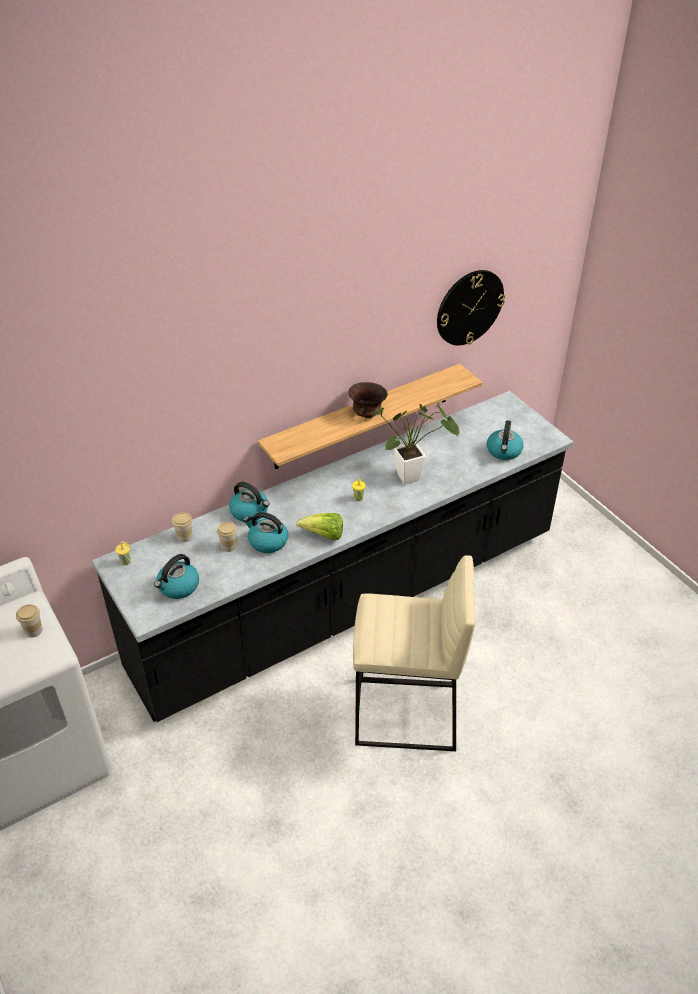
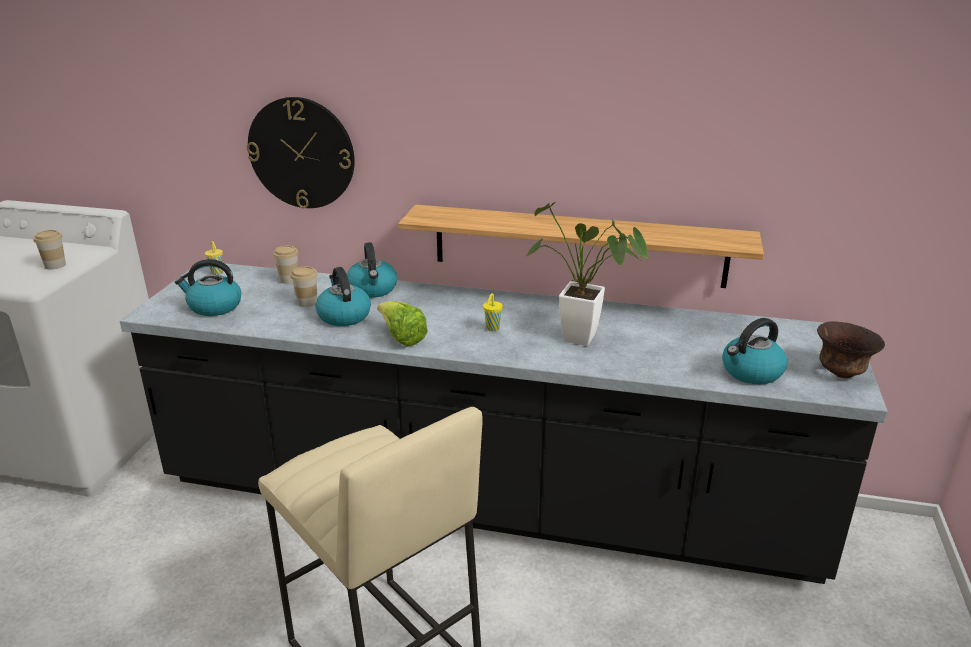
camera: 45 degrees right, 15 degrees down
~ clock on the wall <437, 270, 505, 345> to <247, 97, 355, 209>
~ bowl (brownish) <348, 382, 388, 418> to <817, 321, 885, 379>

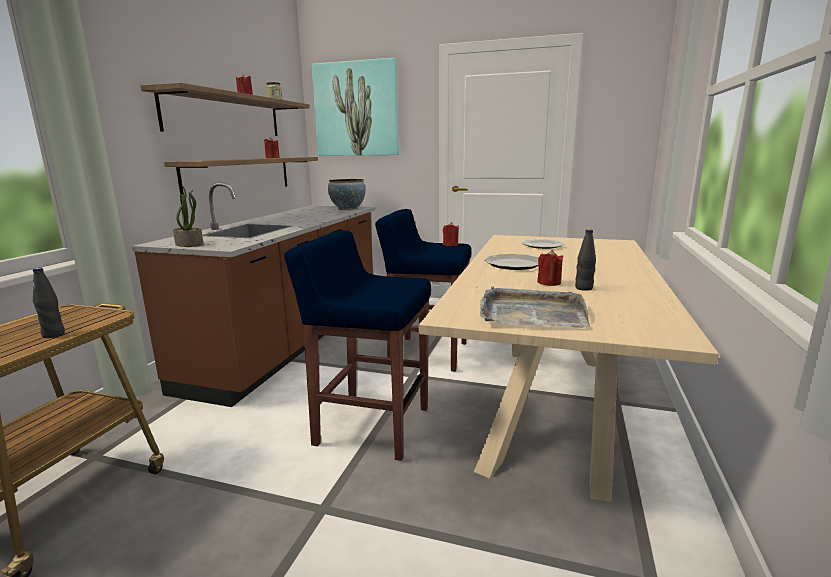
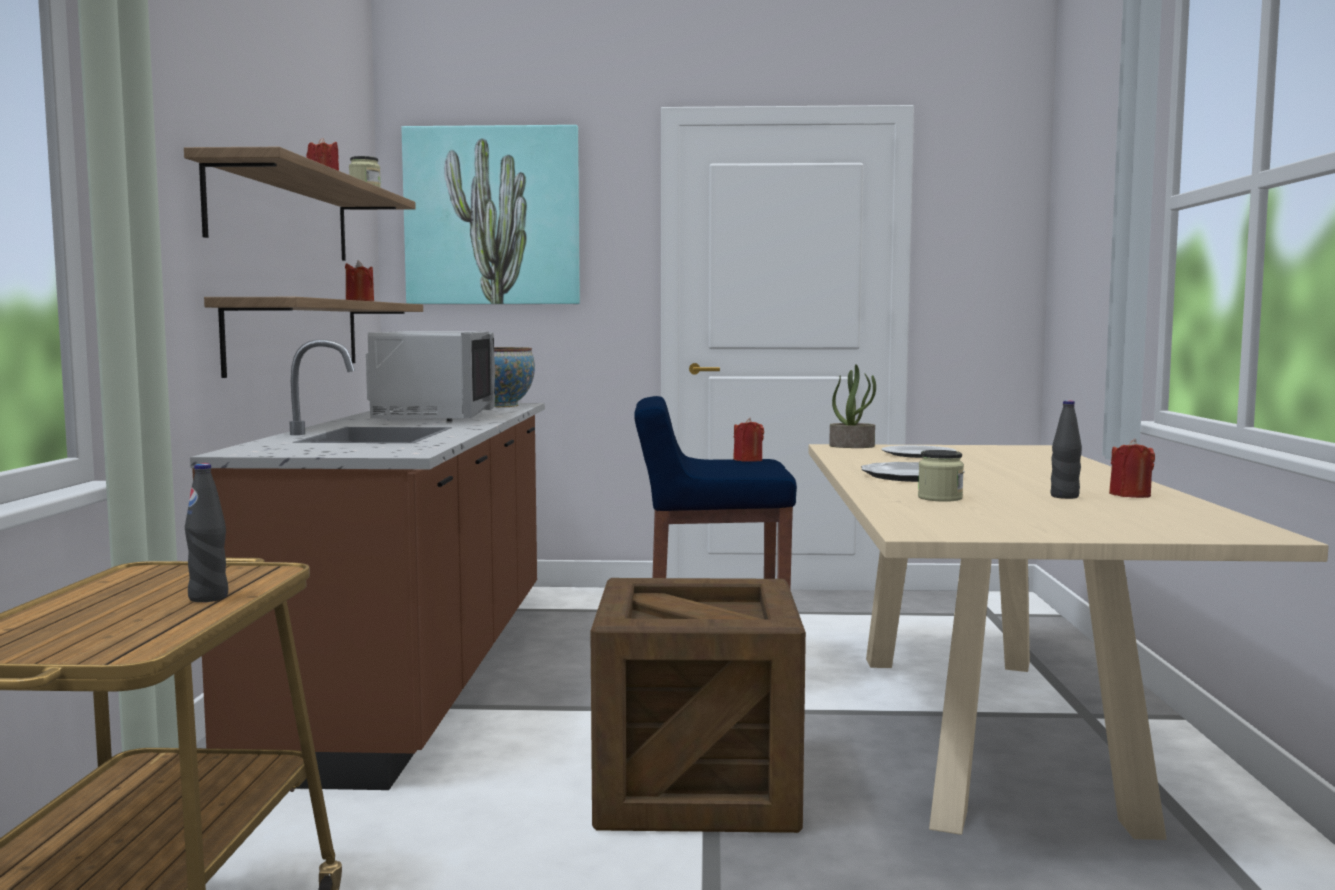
camera: 15 degrees left, 10 degrees down
~ plant in a pot <173, 186, 204, 247> to <829, 364, 876, 448>
~ sitting stool (bluish) <284, 230, 431, 461> to crate <590, 578, 806, 833>
~ candle (red) <537, 250, 564, 286> to <1109, 439, 1155, 498>
- carrying tray (greyish) <480, 286, 590, 328>
+ kitchen microwave (greyish) <366, 331, 495, 422>
+ jar <918, 450, 964, 502>

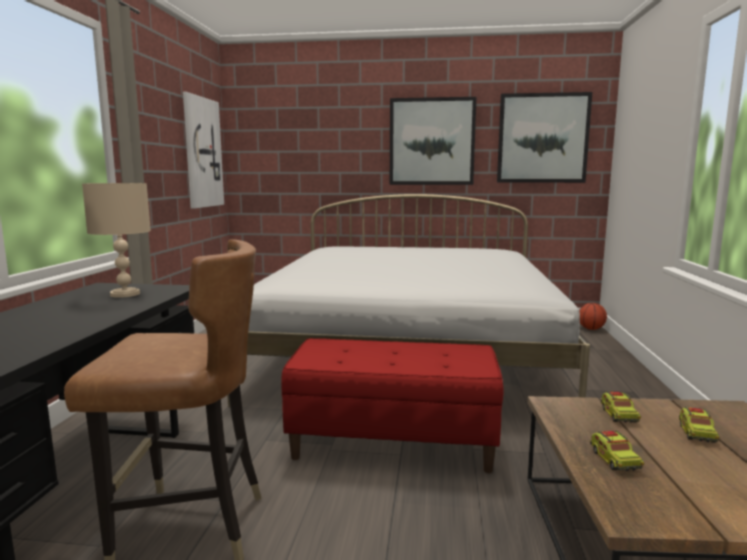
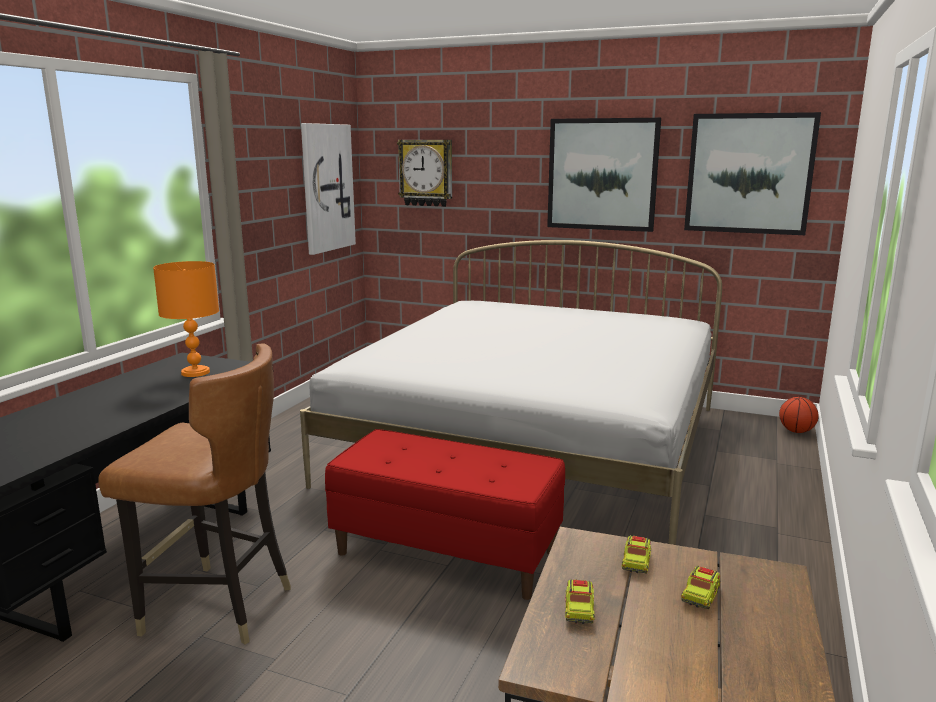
camera: 15 degrees right, 5 degrees up
~ tabletop lamp (beige) <82, 183, 151, 298> to tabletop lamp (orange-coloured) <153, 261, 219, 377>
+ clock on the wall <397, 140, 452, 207>

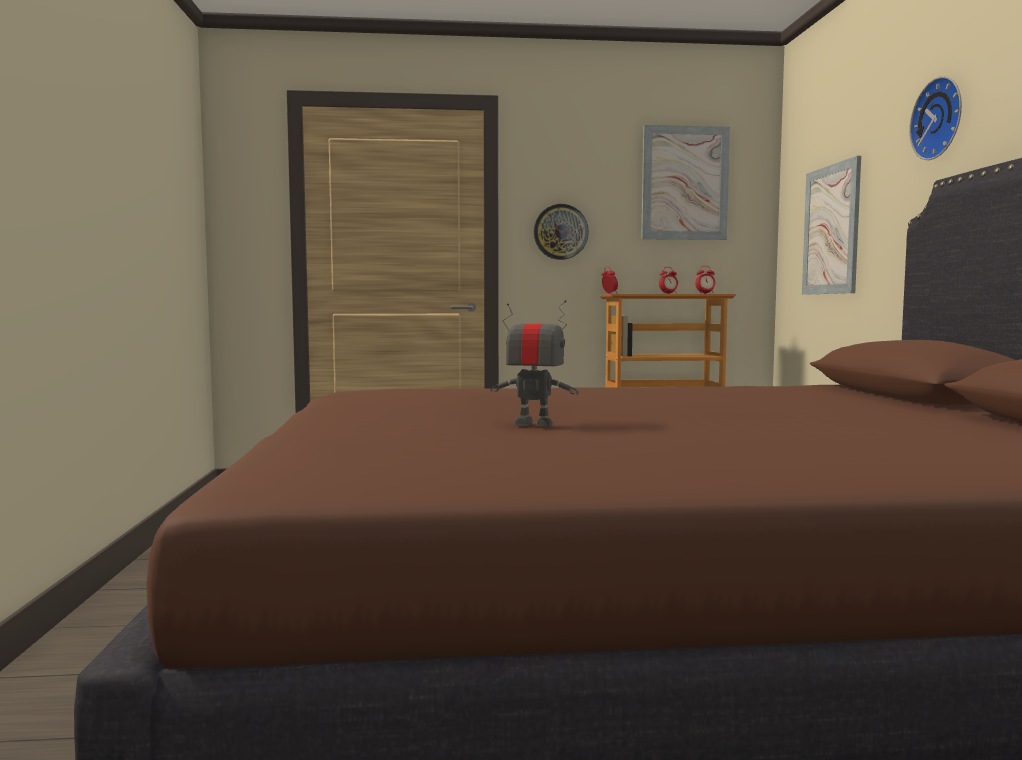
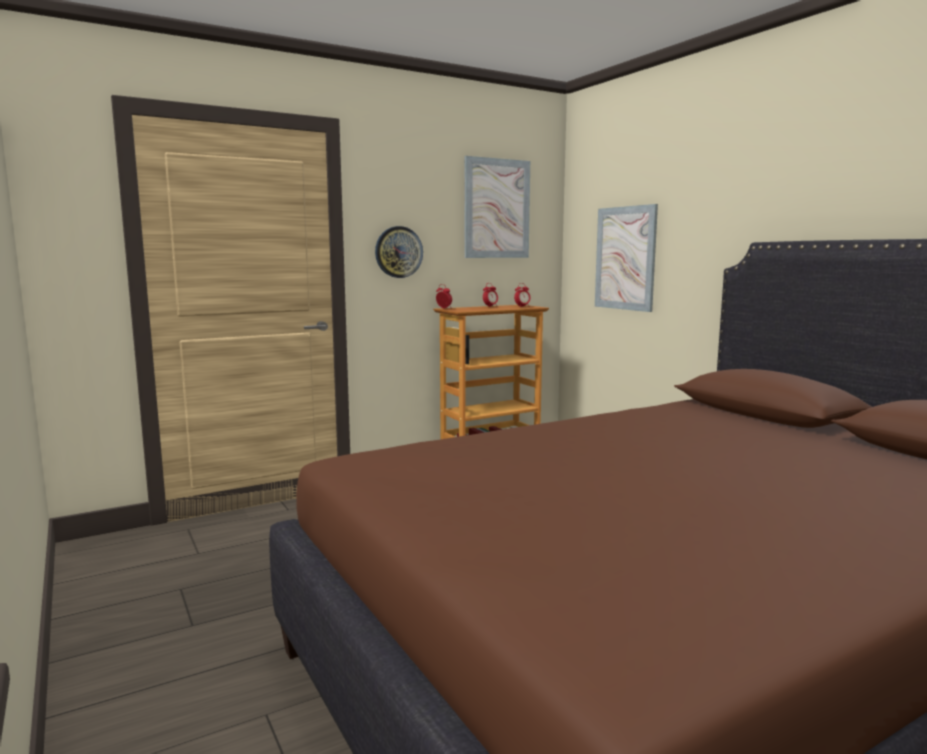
camera: 25 degrees left, 5 degrees up
- clock on the wall <909, 76, 962, 160>
- robot figure <490, 300, 579, 426>

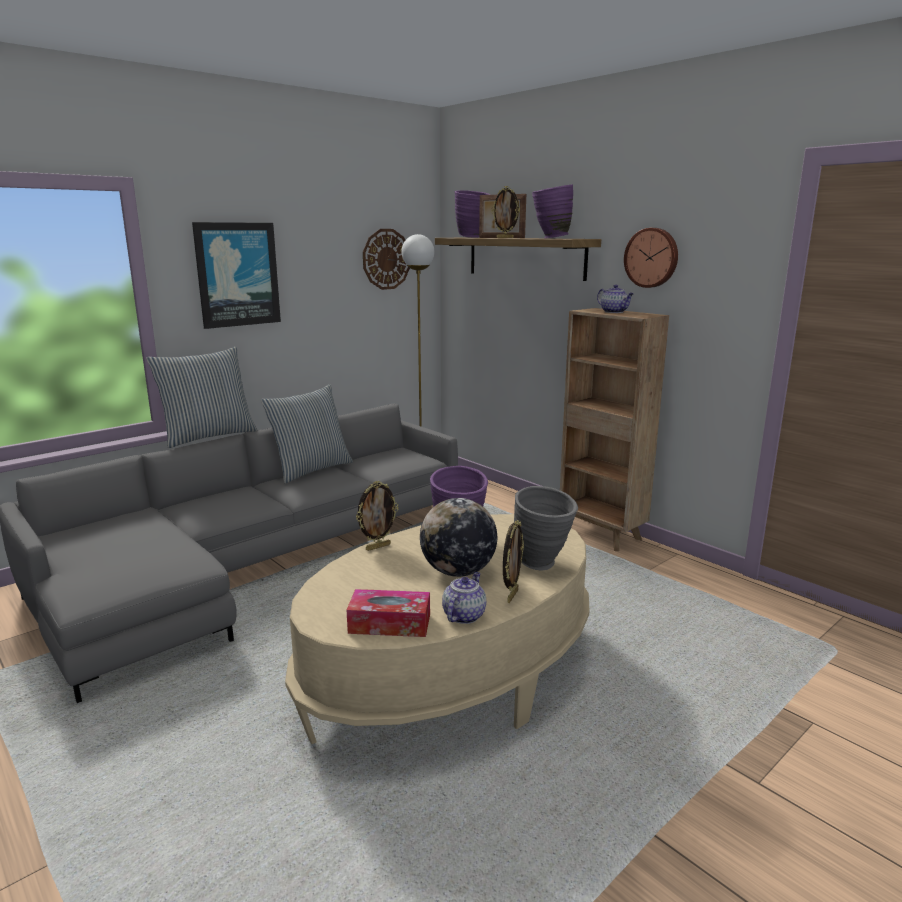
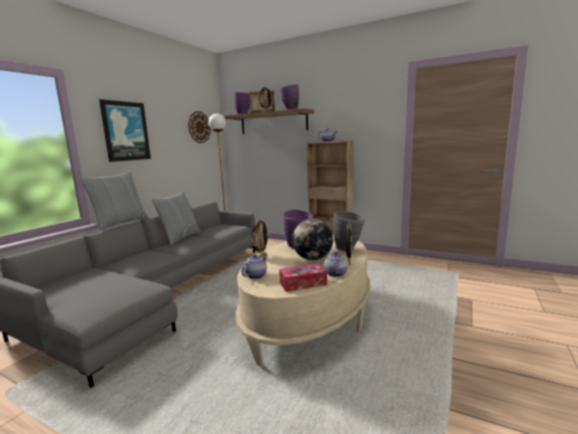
camera: 20 degrees left, 5 degrees down
- clock on the wall <624, 228, 678, 288>
+ teapot <241, 254, 267, 279>

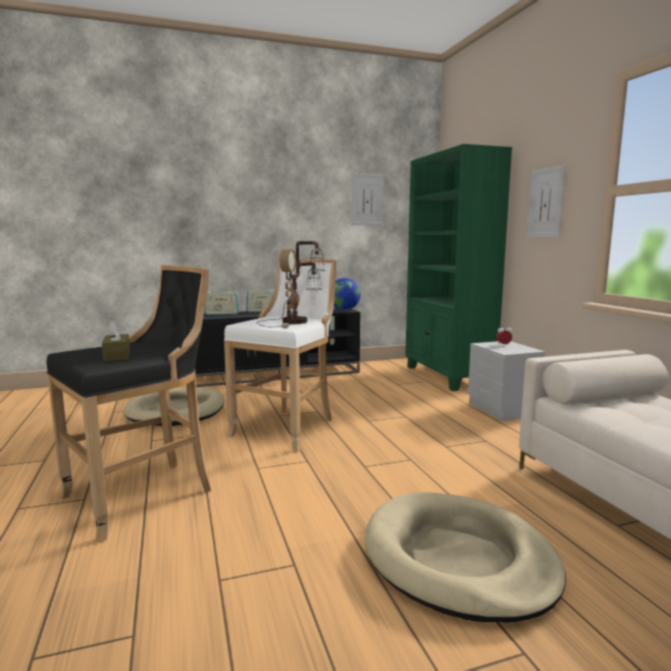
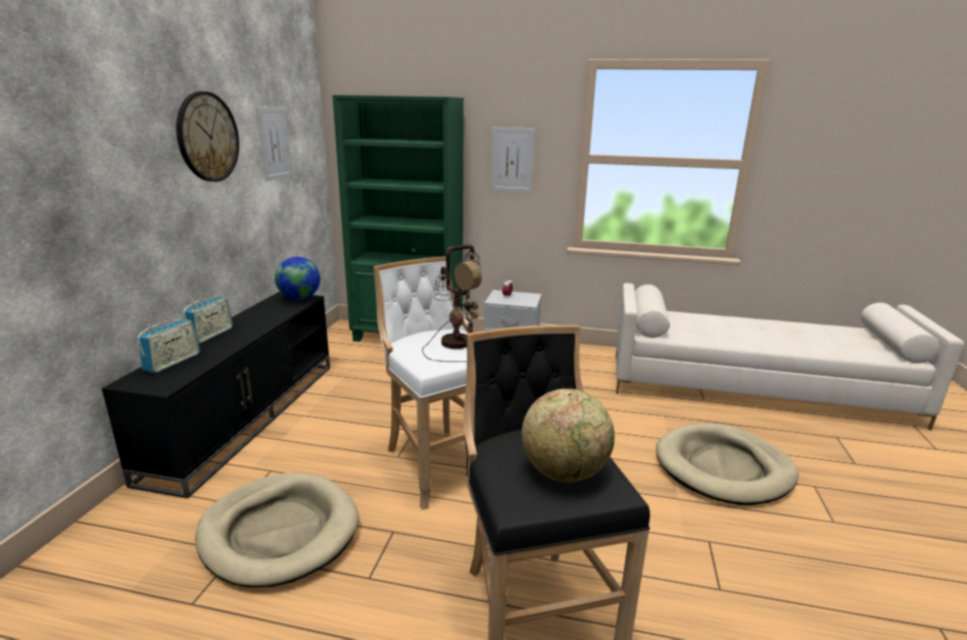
camera: 60 degrees left, 10 degrees up
~ box of tissues (brownish) <102, 321, 130, 361> to desk globe <522, 389, 615, 483>
+ clock on the wall <176, 91, 239, 182>

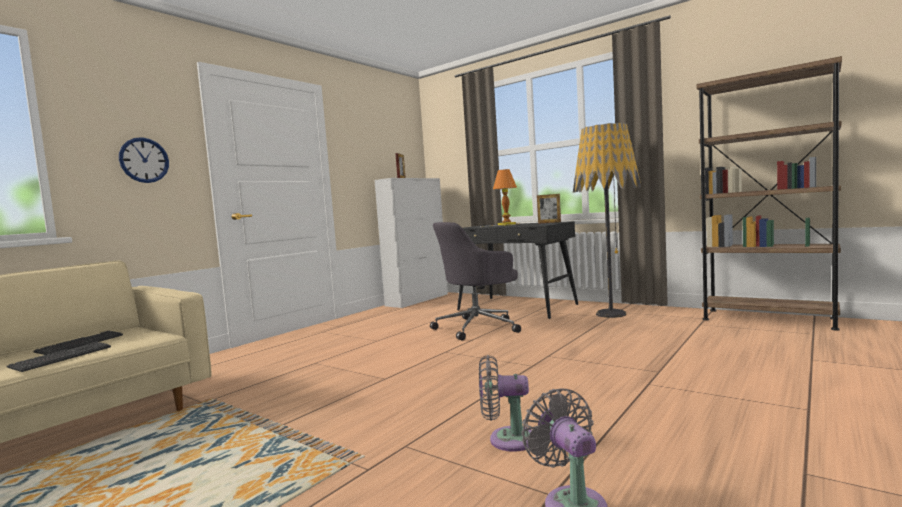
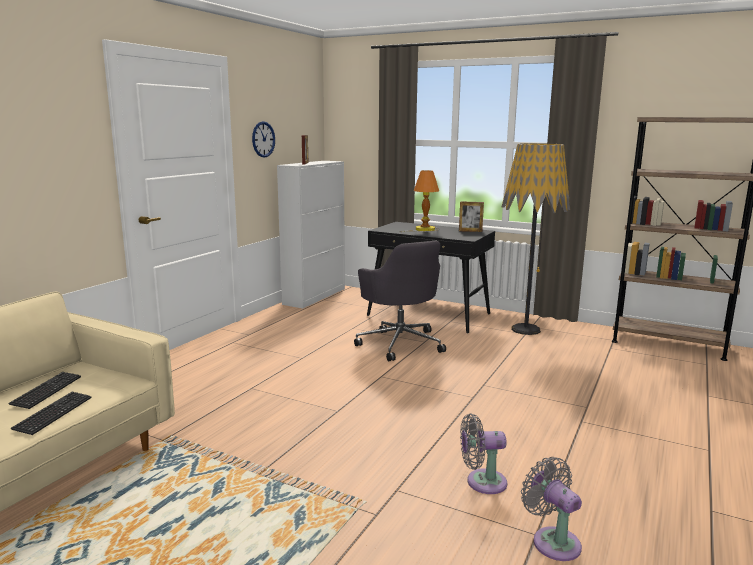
camera: 10 degrees left, 10 degrees up
~ clock on the wall <119, 137, 169, 183> to <252, 121, 275, 158>
~ desk chair (greyish) <430, 222, 521, 341> = <354, 241, 446, 361> 75 degrees counterclockwise

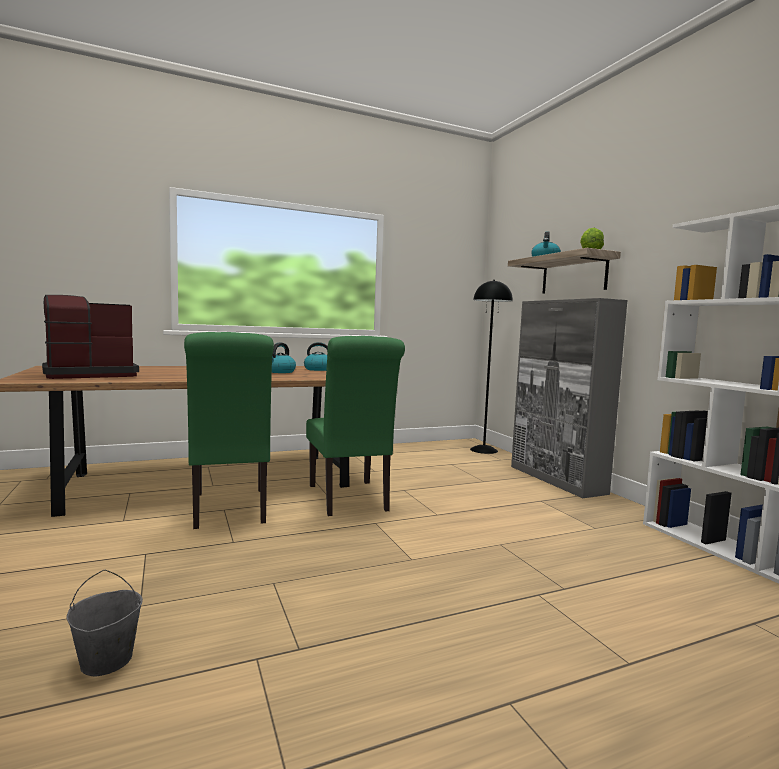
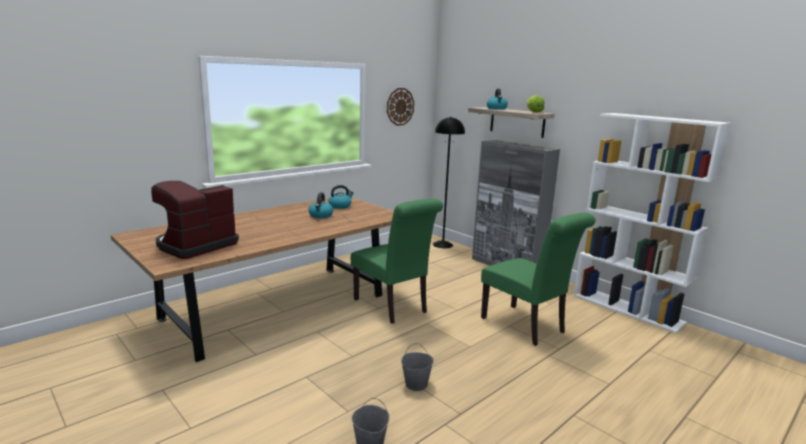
camera: 20 degrees left, 10 degrees up
~ plain chair (green-coloured) <184, 332, 274, 529> to <481, 213, 596, 346>
+ clock on the wall <387, 88, 414, 126>
+ water bucket (greyish) <401, 343, 434, 391>

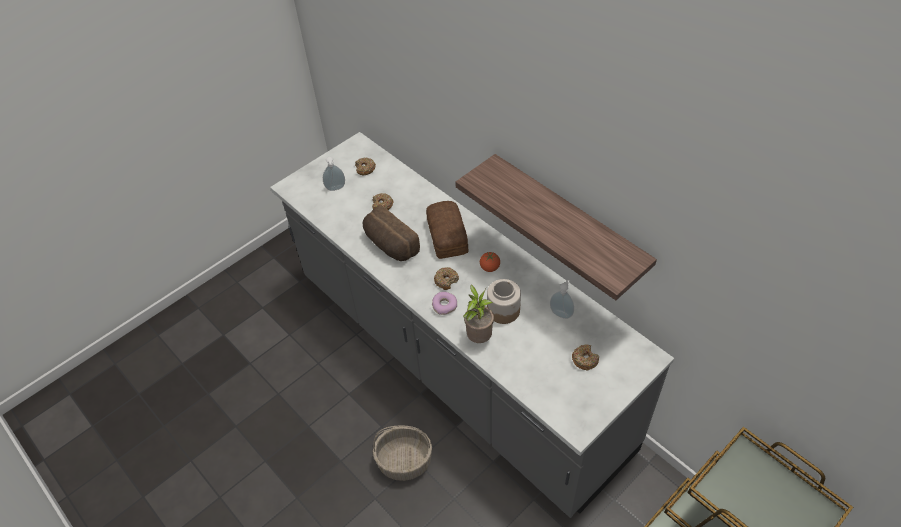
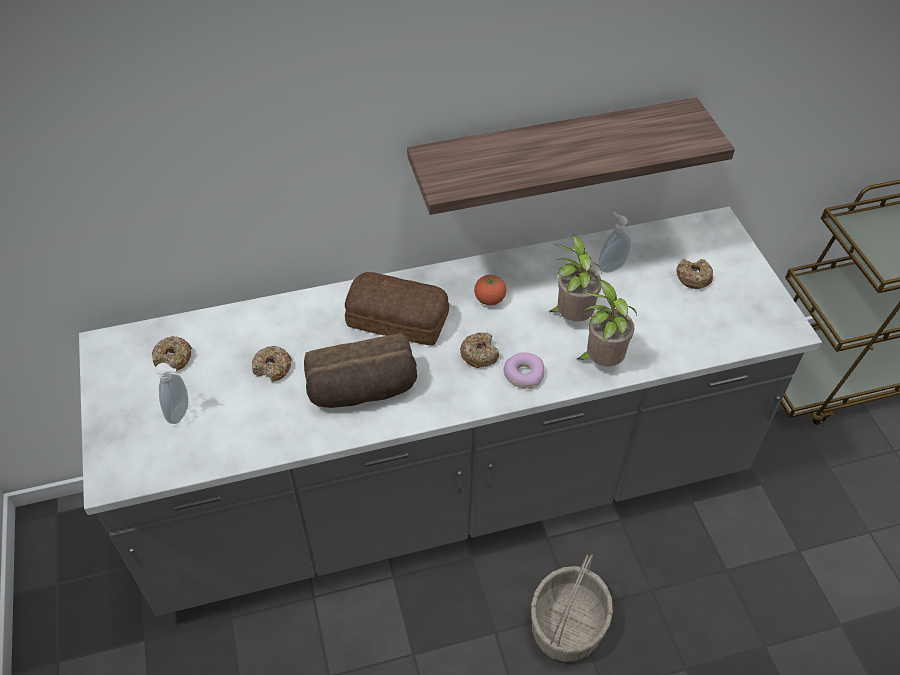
camera: 65 degrees left, 0 degrees up
~ jar <487, 279, 521, 324> to plant in a pot <549, 234, 601, 322>

